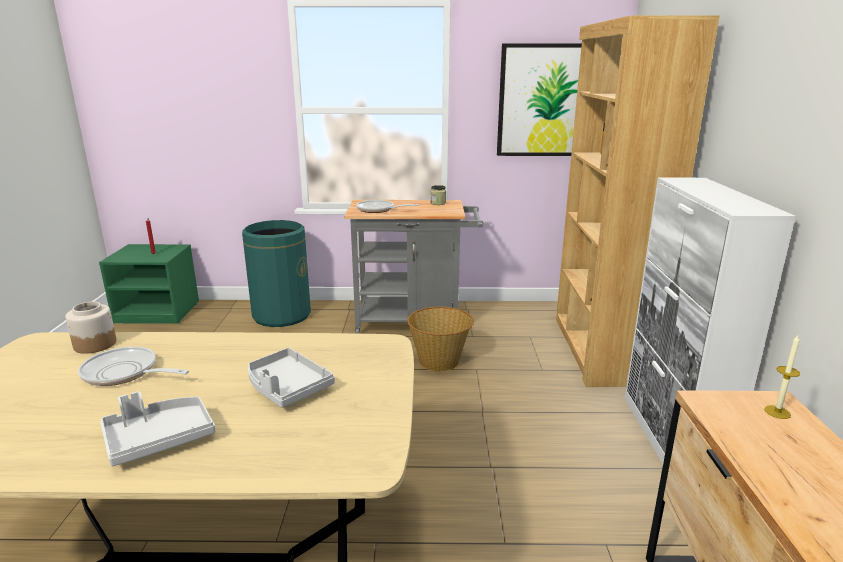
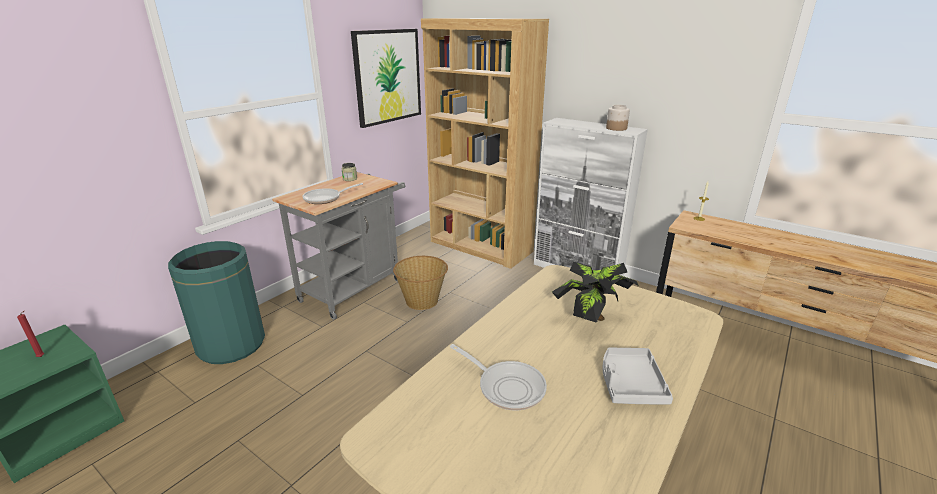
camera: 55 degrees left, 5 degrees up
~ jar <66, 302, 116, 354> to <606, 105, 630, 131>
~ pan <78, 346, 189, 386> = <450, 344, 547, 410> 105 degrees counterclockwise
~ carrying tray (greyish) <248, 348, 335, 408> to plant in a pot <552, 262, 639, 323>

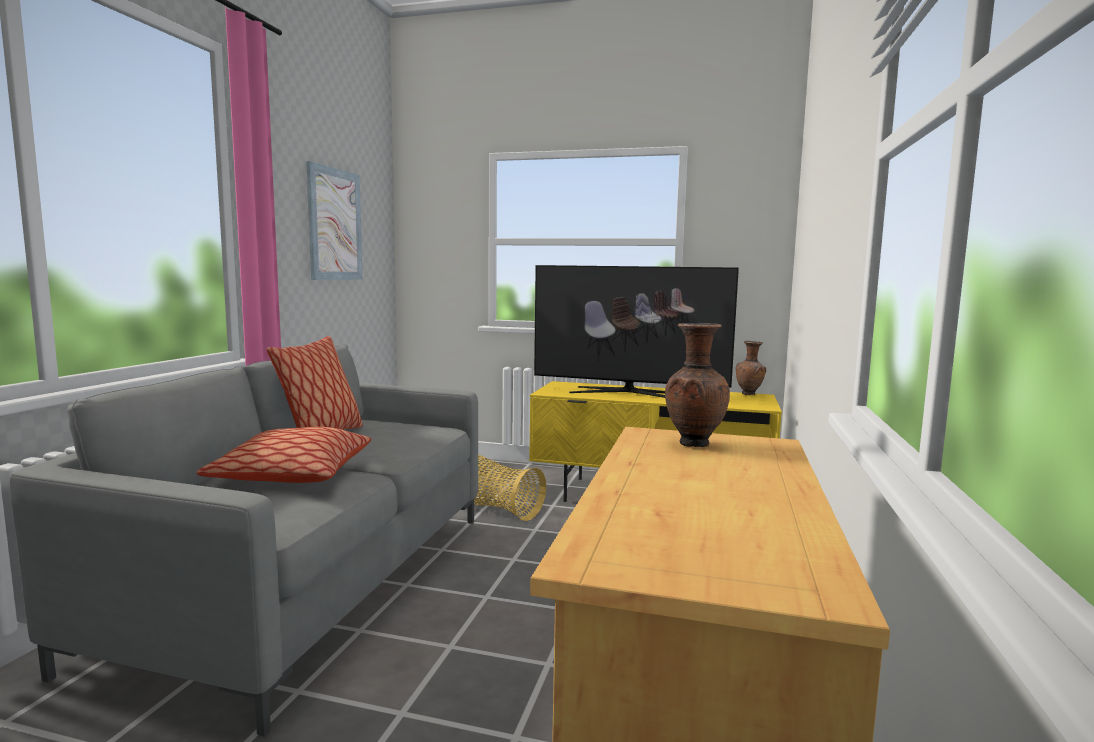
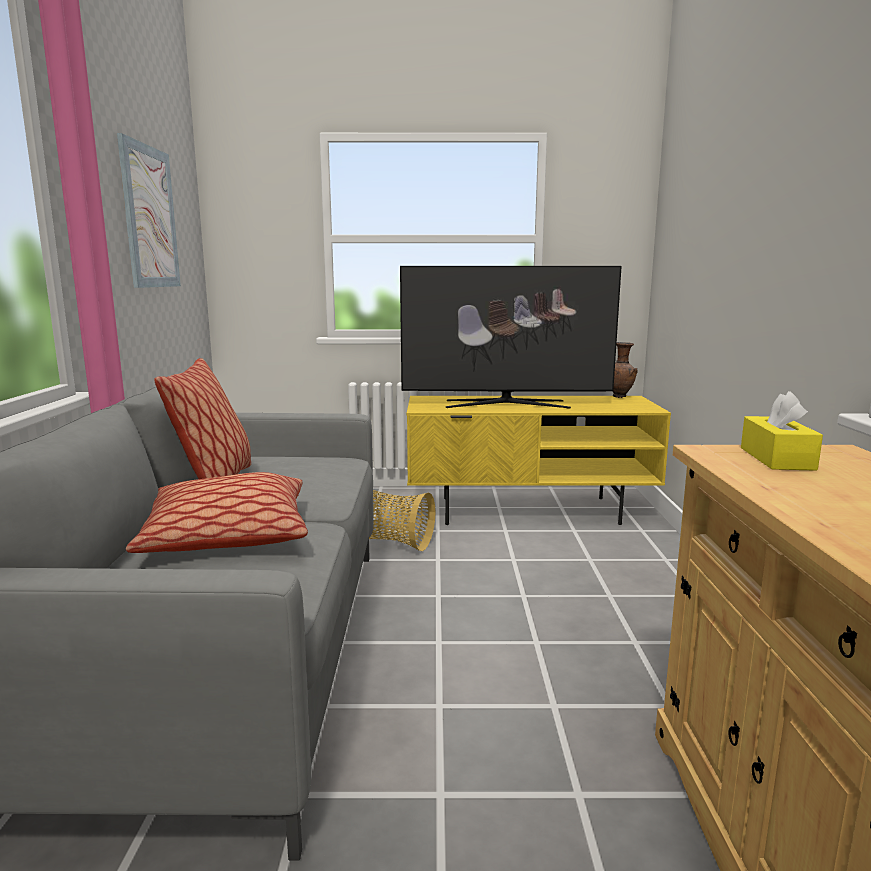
camera: 15 degrees left, 5 degrees up
~ flower vase (brownish) <665, 323, 730, 447> to box of tissues (yellow) <741, 391, 823, 471>

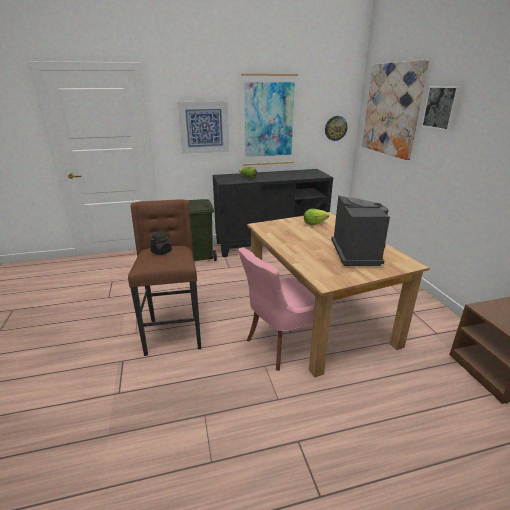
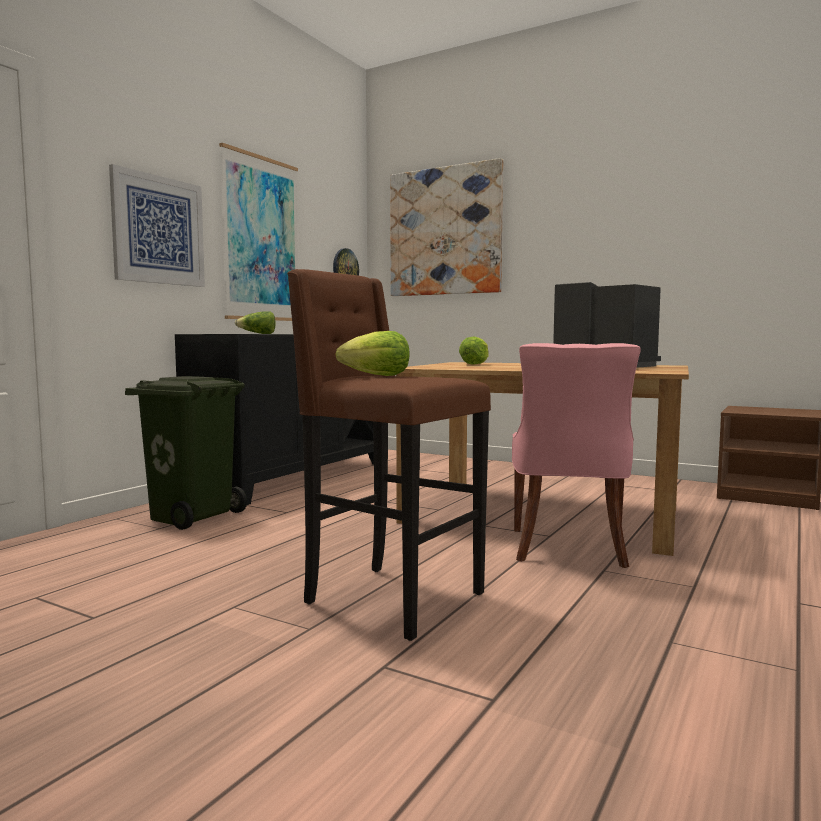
camera: 45 degrees left, 20 degrees down
- picture <421, 86, 462, 131>
~ jar (black-coloured) <150, 232, 172, 255> to lettuce <335, 331, 410, 376>

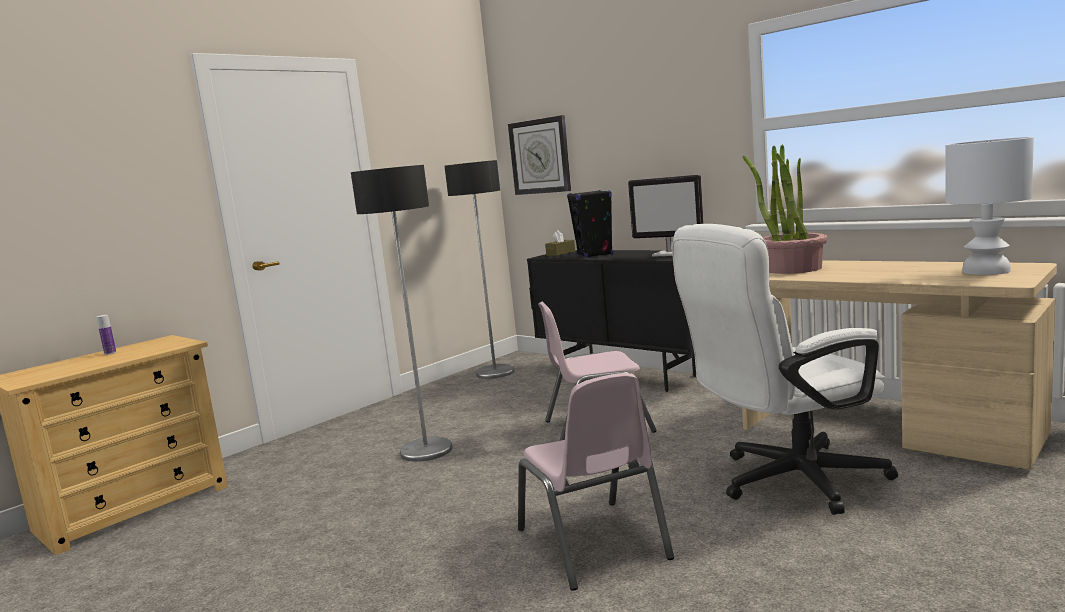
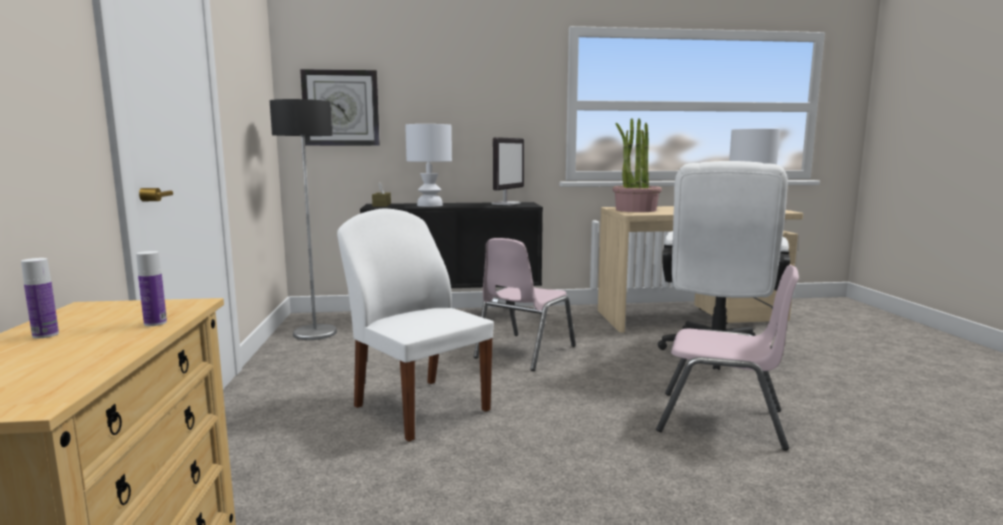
camera: 50 degrees left, 0 degrees up
~ standing lamp <351, 165, 452, 462> to plain chair (white) <337, 209, 494, 442>
~ monitor <628, 175, 704, 257> = <491, 137, 524, 205> 45 degrees counterclockwise
~ loudspeaker (black-coloured) <567, 190, 613, 258> to tabletop lamp (white) <405, 124, 452, 207>
+ bottle <136, 251, 167, 326>

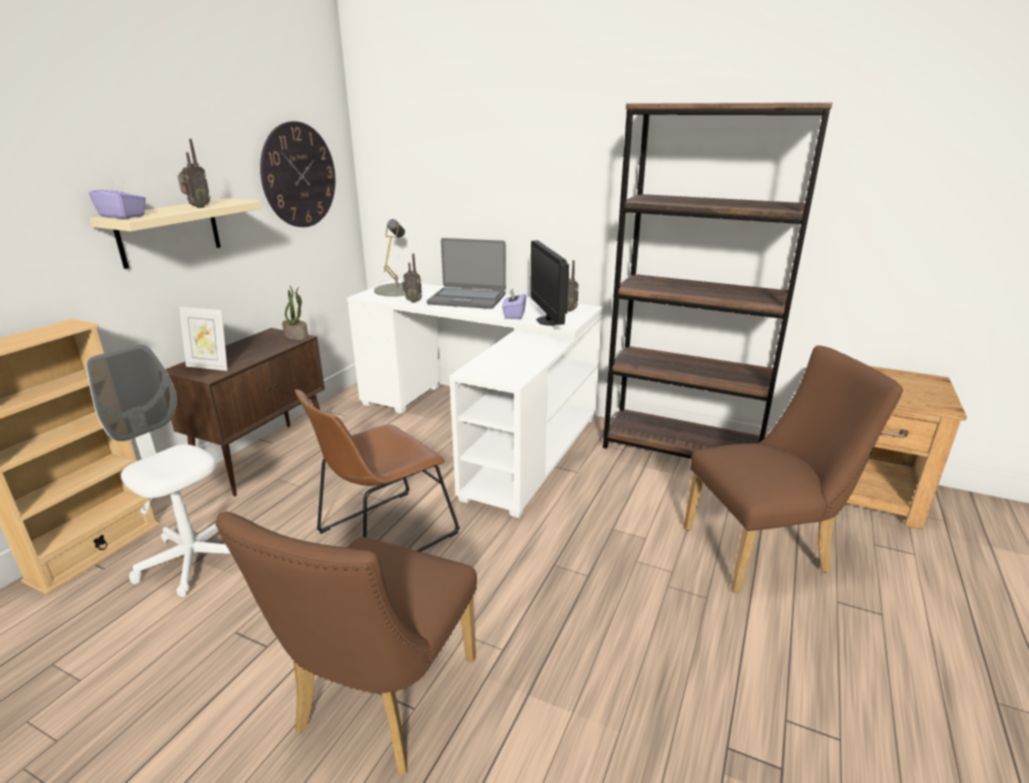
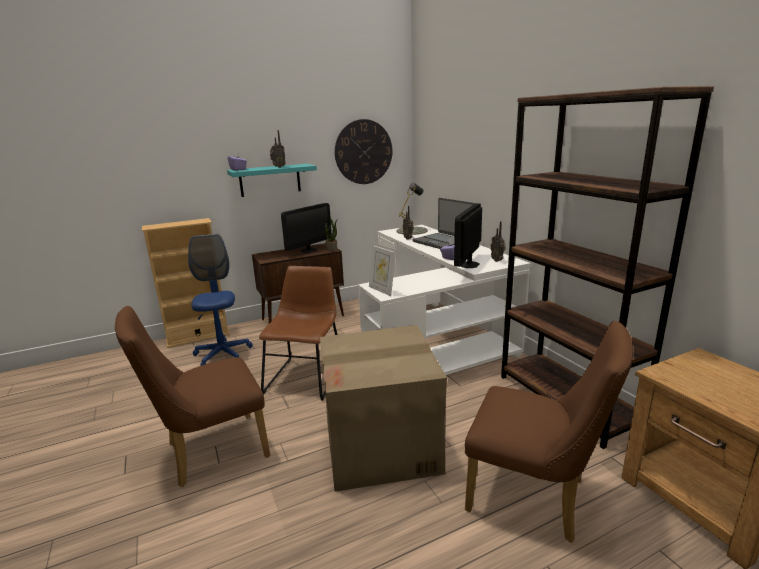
camera: 40 degrees right, 5 degrees down
~ wall shelf (beige) <89, 198, 262, 269> to wall shelf (turquoise-coloured) <227, 164, 317, 197>
~ picture frame <179, 306, 228, 371> to <369, 242, 396, 296>
~ desk chair (white) <86, 344, 231, 597> to desk chair (bluish) <188, 234, 253, 366>
~ plain chair (brownish) <295, 389, 460, 552> = <259, 266, 338, 401> 105 degrees clockwise
+ monitor <281, 203, 332, 253>
+ cardboard box <320, 325, 447, 492>

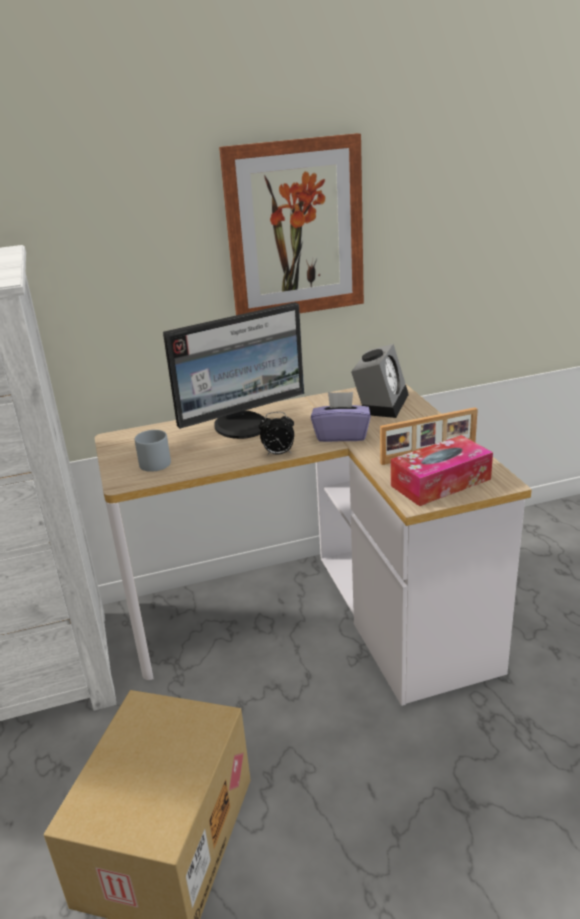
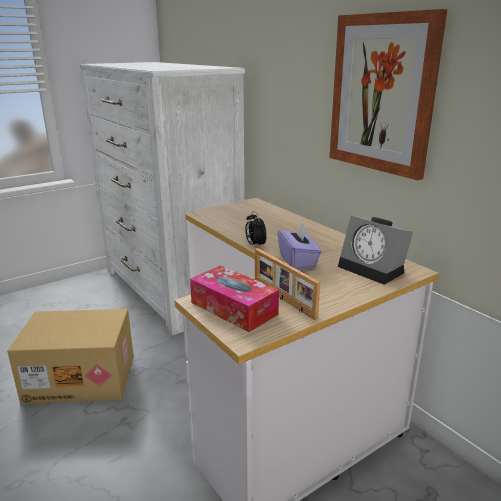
camera: 70 degrees right, 5 degrees down
- monitor <163, 302, 304, 439>
~ alarm clock <351, 344, 409, 418> = <338, 216, 413, 285> 45 degrees clockwise
- coffee mug (greyish) <135, 430, 171, 472>

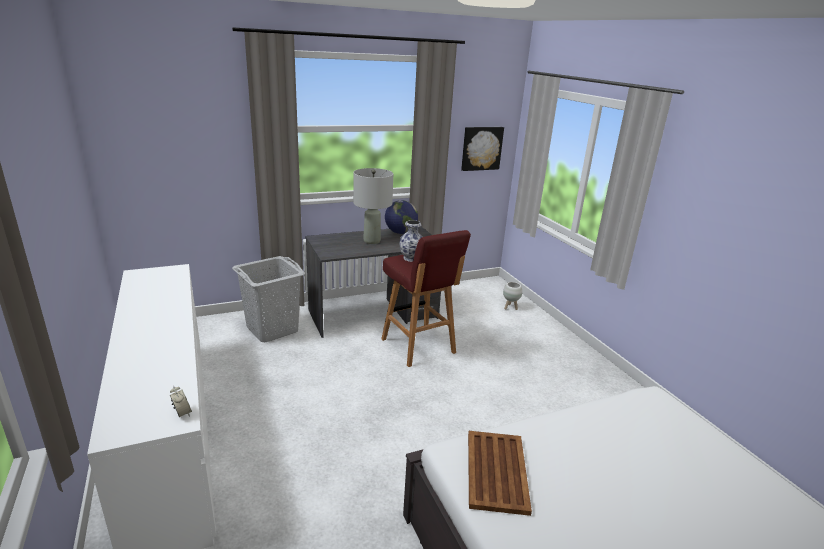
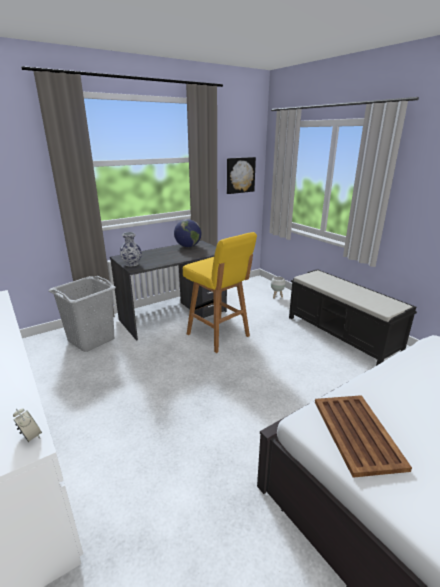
camera: 10 degrees left, 0 degrees up
- tabletop lamp (greyish) <353, 168, 393, 244>
~ flower vase <399, 220, 423, 262> to <120, 232, 142, 267>
~ sitting stool (red) <381, 230, 471, 367> to sitting stool (yellow) <183, 232, 257, 353>
+ long seat (black-coloured) <289, 269, 417, 366>

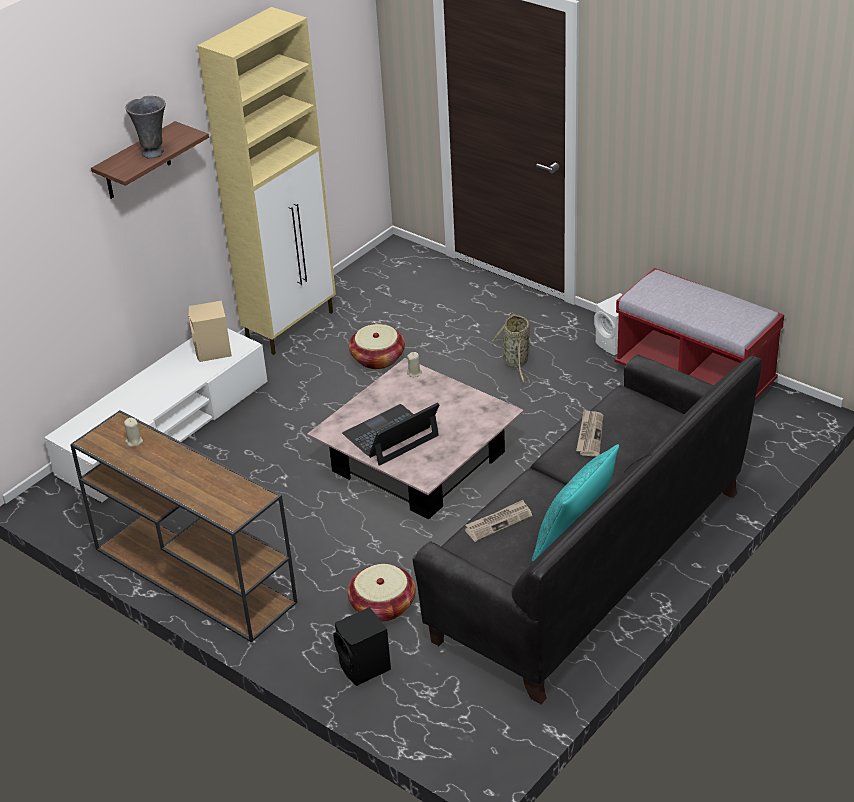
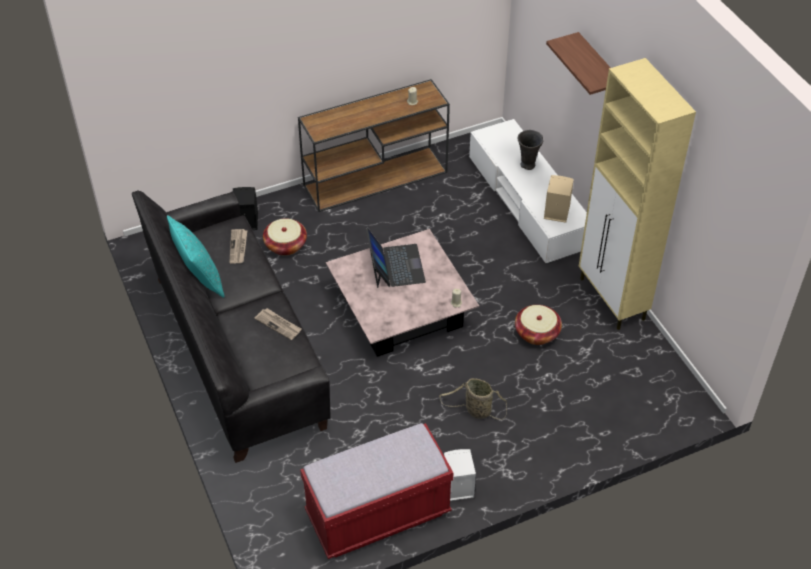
camera: 115 degrees right, 10 degrees up
~ flower vase (greyish) <125, 96, 166, 159> to <518, 130, 543, 170>

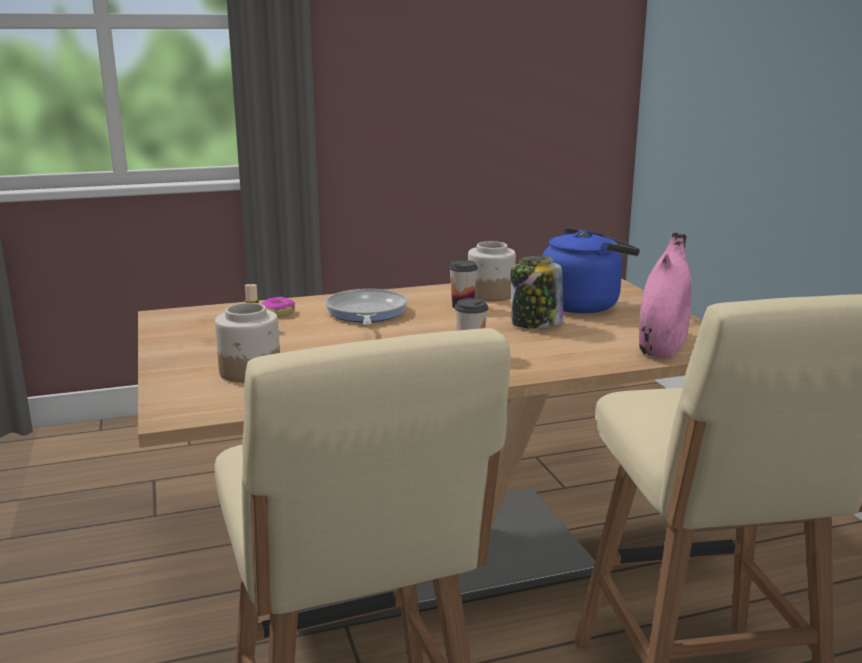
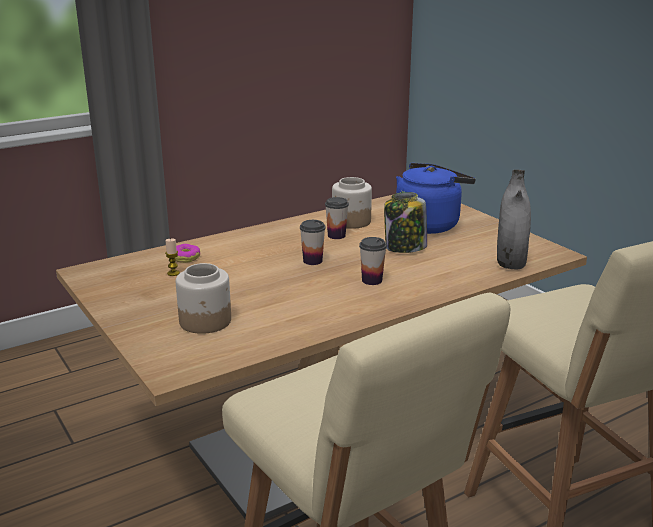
camera: 15 degrees left, 5 degrees up
~ flower vase (pinkish) <639, 233, 692, 358> to flower vase (greyish) <497, 170, 531, 269>
- pan <325, 289, 407, 325>
+ cup <300, 220, 326, 265>

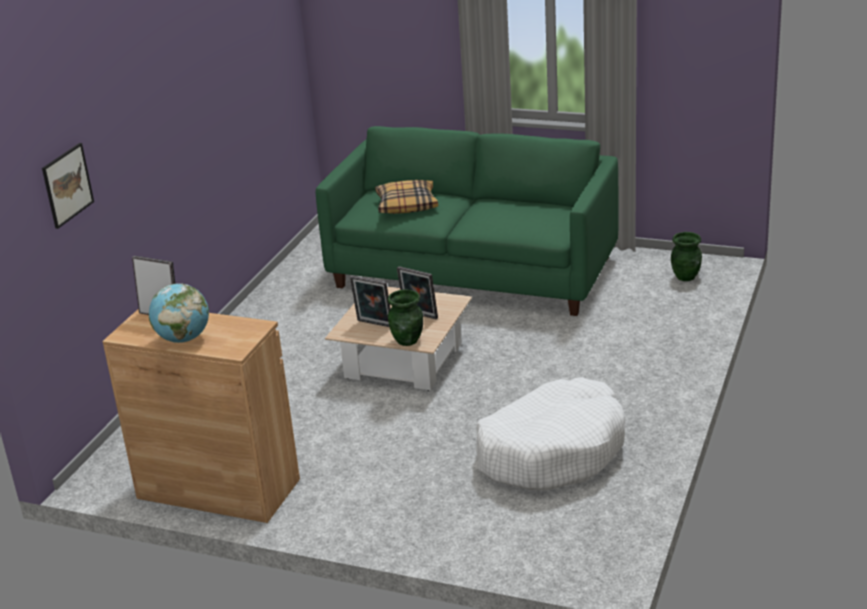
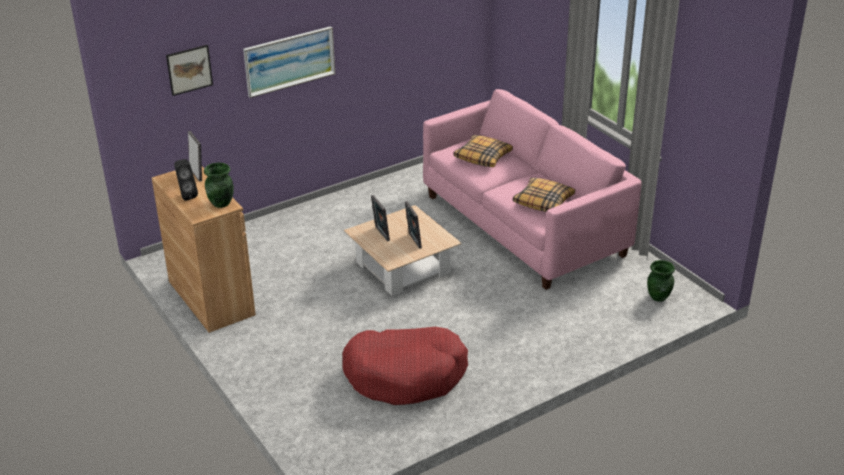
camera: 35 degrees right, 5 degrees up
~ settee (green-coloured) <316, 126, 618, 316> to settee (pinkish) <423, 89, 641, 290>
~ desk globe <149, 283, 209, 343> to loudspeaker (black-coloured) <174, 159, 198, 201>
~ flower vase (green-coloured) <388, 289, 423, 346> to <204, 163, 234, 208>
~ dog cushion (white) <476, 377, 625, 490> to dog cushion (red) <342, 327, 468, 405>
+ picture <243, 26, 335, 98>
+ pillow <513, 178, 575, 212>

